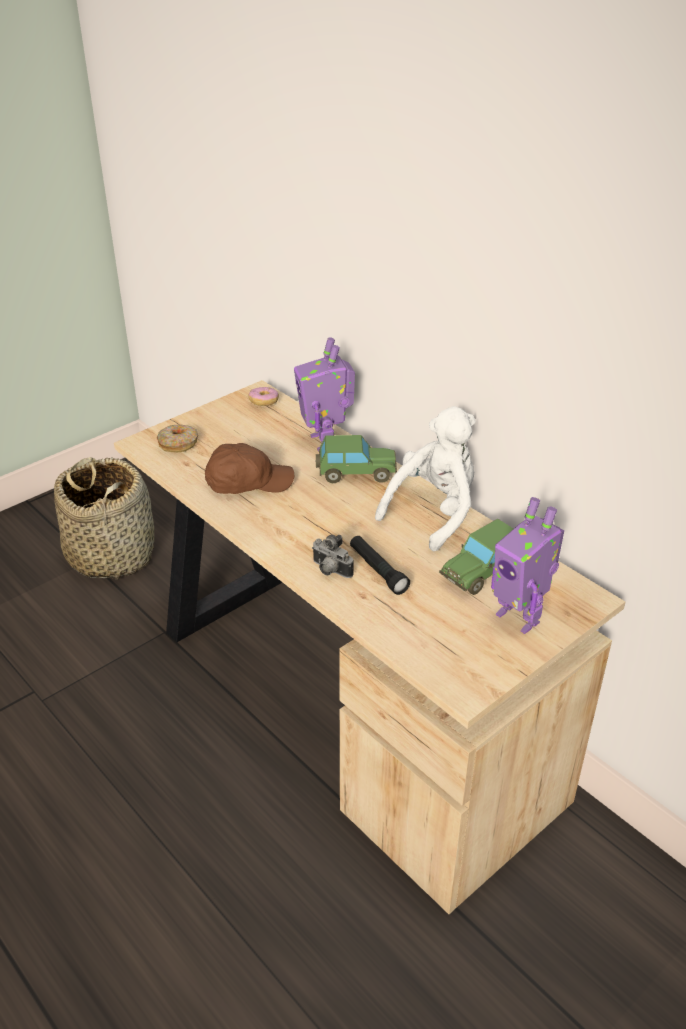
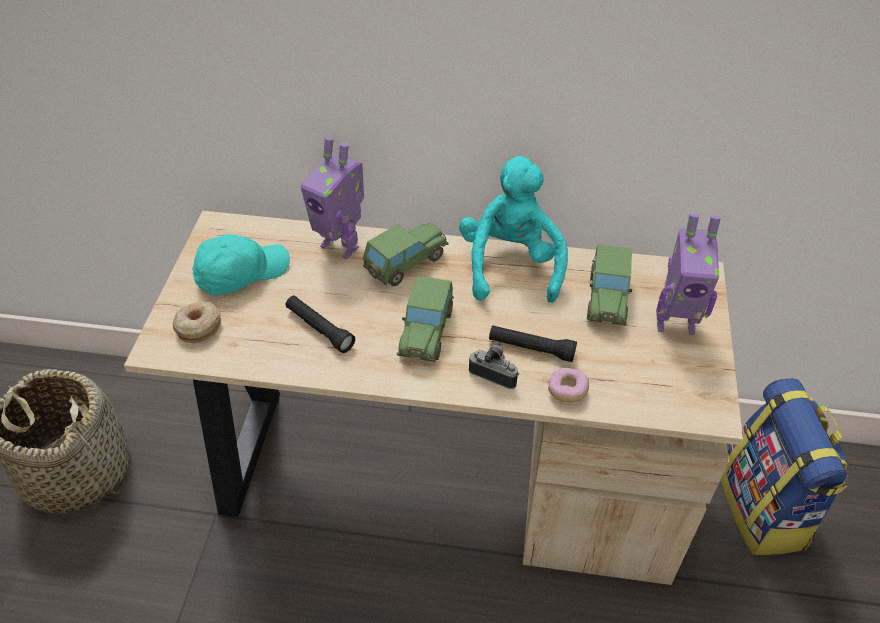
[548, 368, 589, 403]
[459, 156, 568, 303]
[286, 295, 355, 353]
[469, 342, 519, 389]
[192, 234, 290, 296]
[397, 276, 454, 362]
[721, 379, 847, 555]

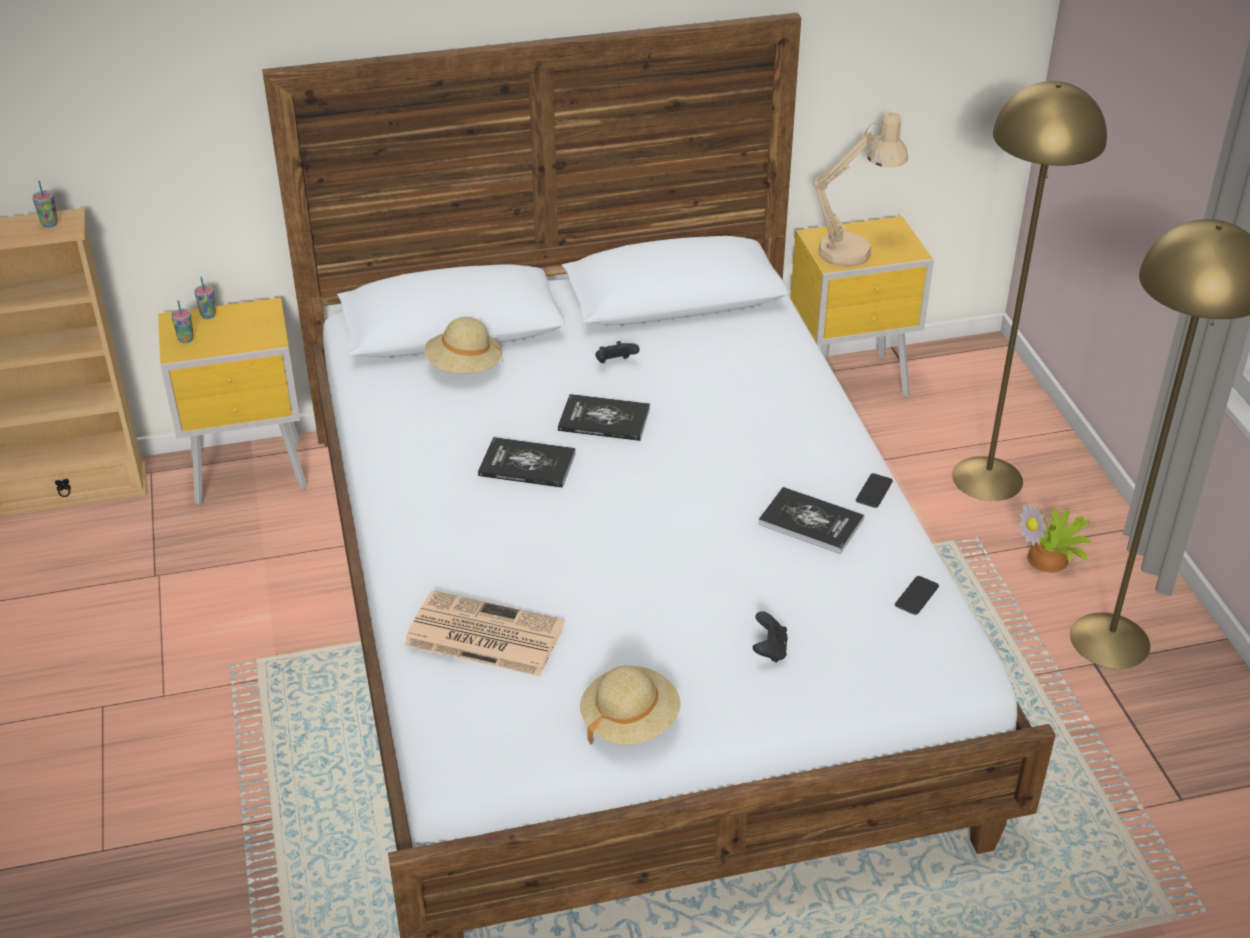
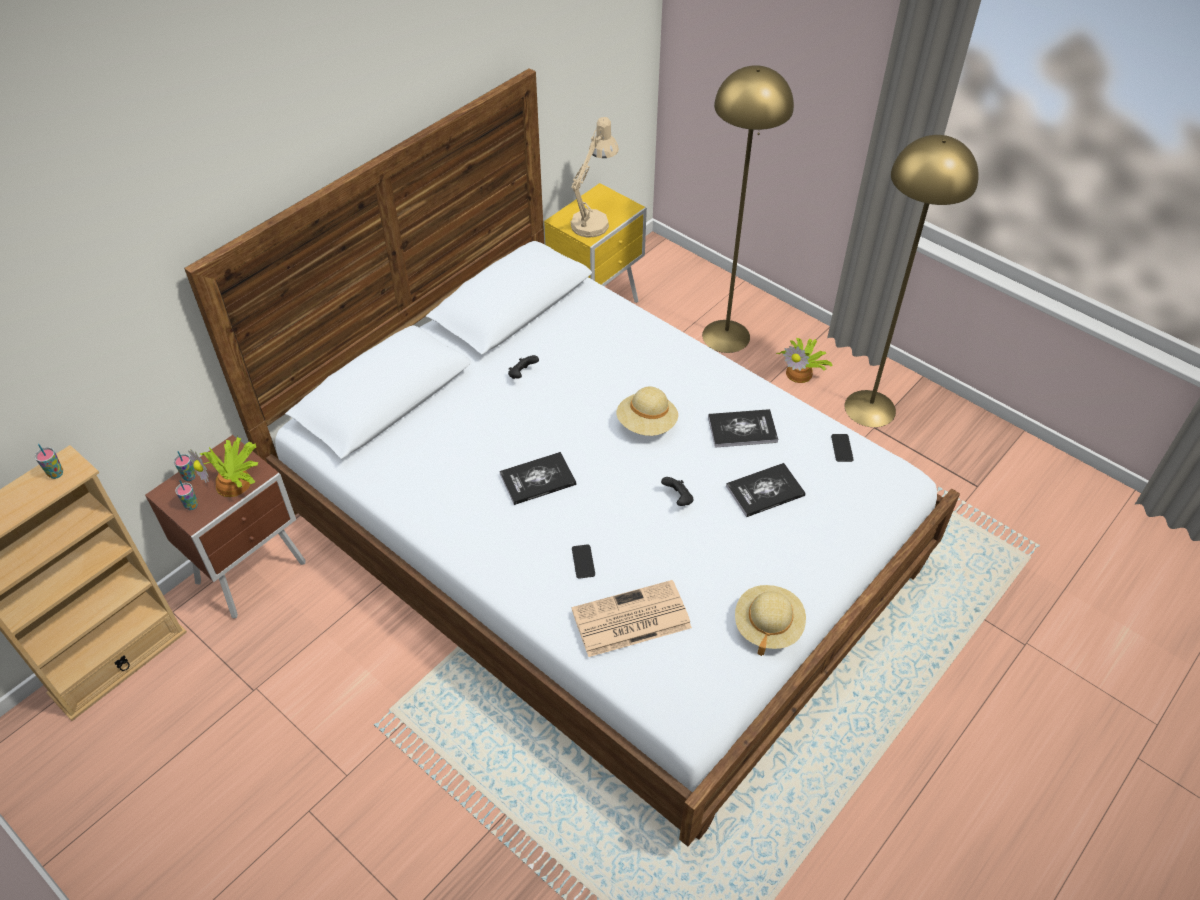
[145, 435, 306, 618]
[617, 386, 678, 436]
[726, 463, 806, 517]
[572, 544, 595, 579]
[661, 477, 693, 506]
[188, 436, 259, 497]

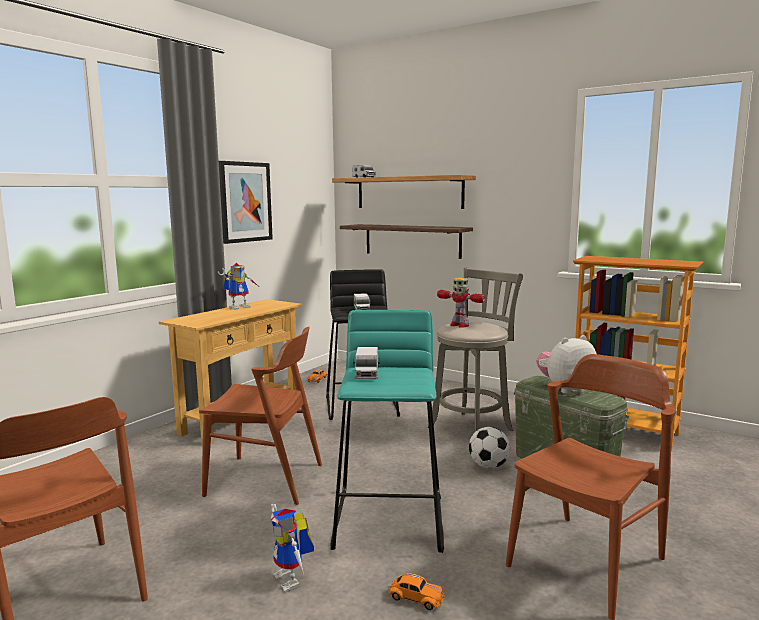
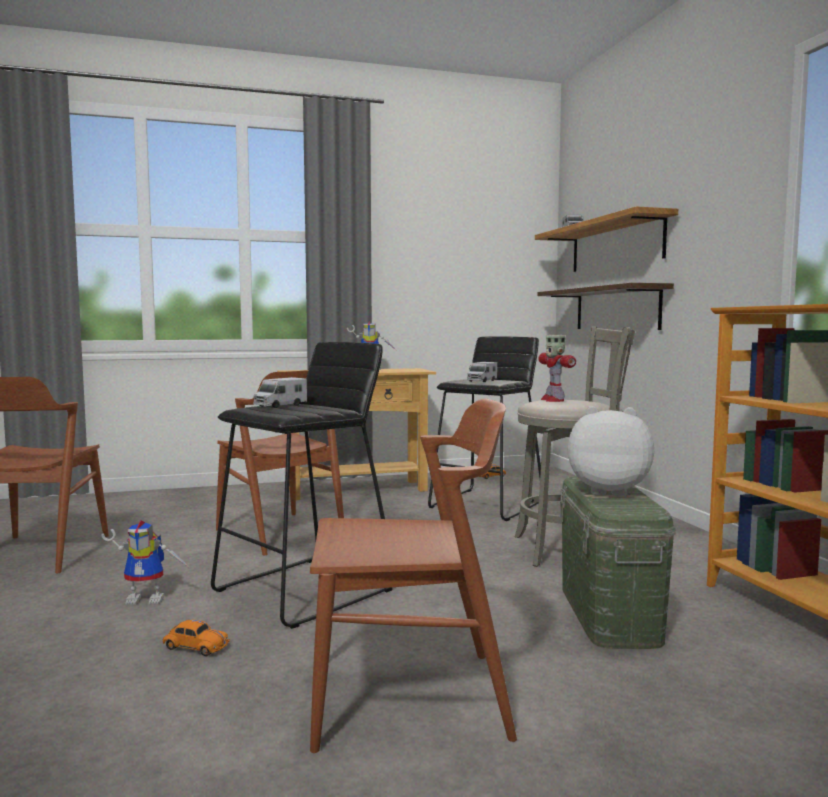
[219, 161, 273, 244] (first image)
[211, 342, 392, 629]
[469, 427, 510, 469] (first image)
[101, 520, 188, 605]
[163, 620, 230, 656]

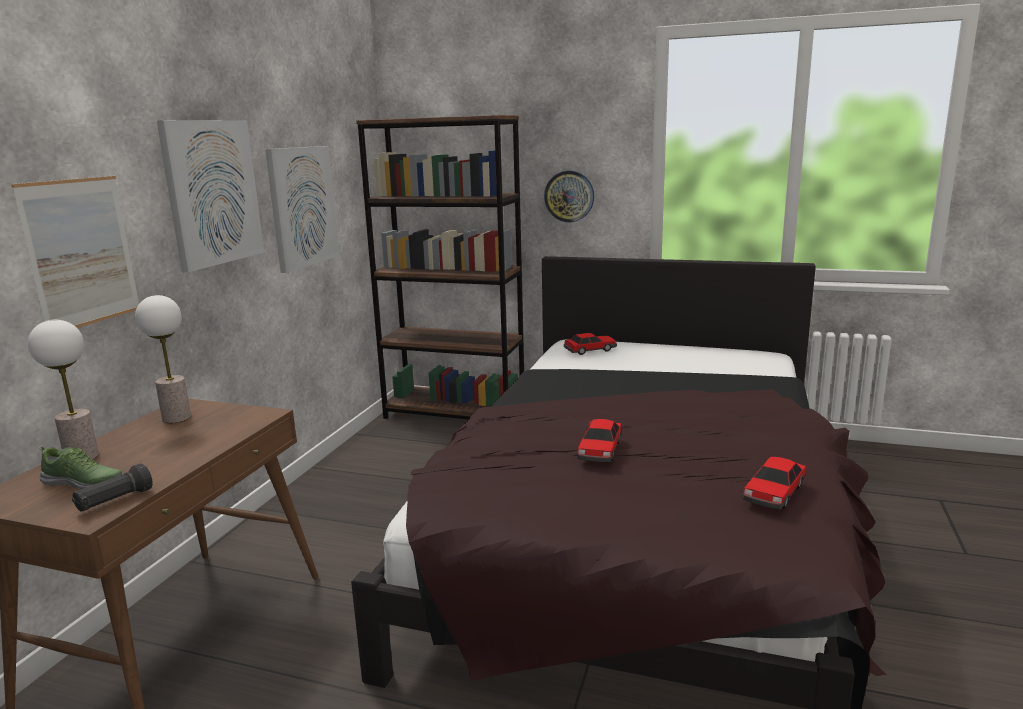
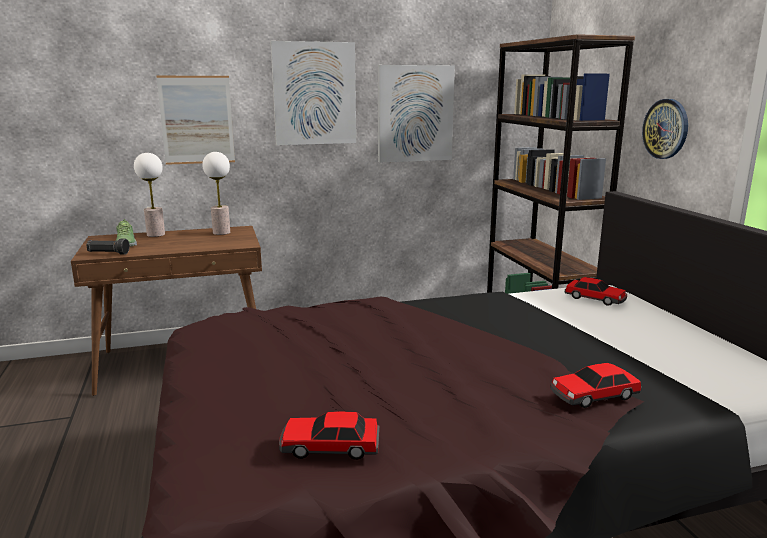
[550, 363, 642, 408]

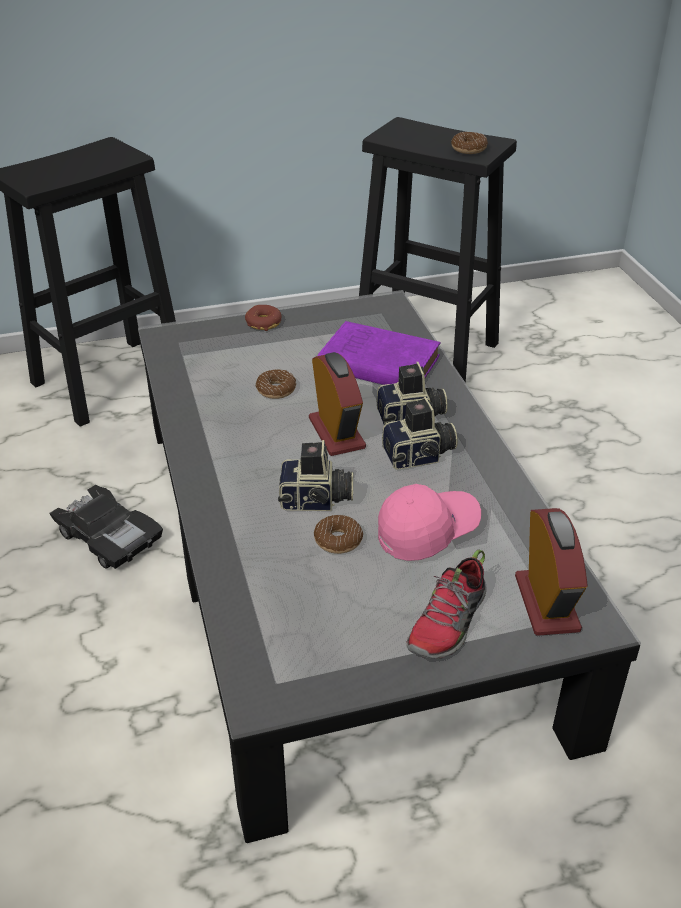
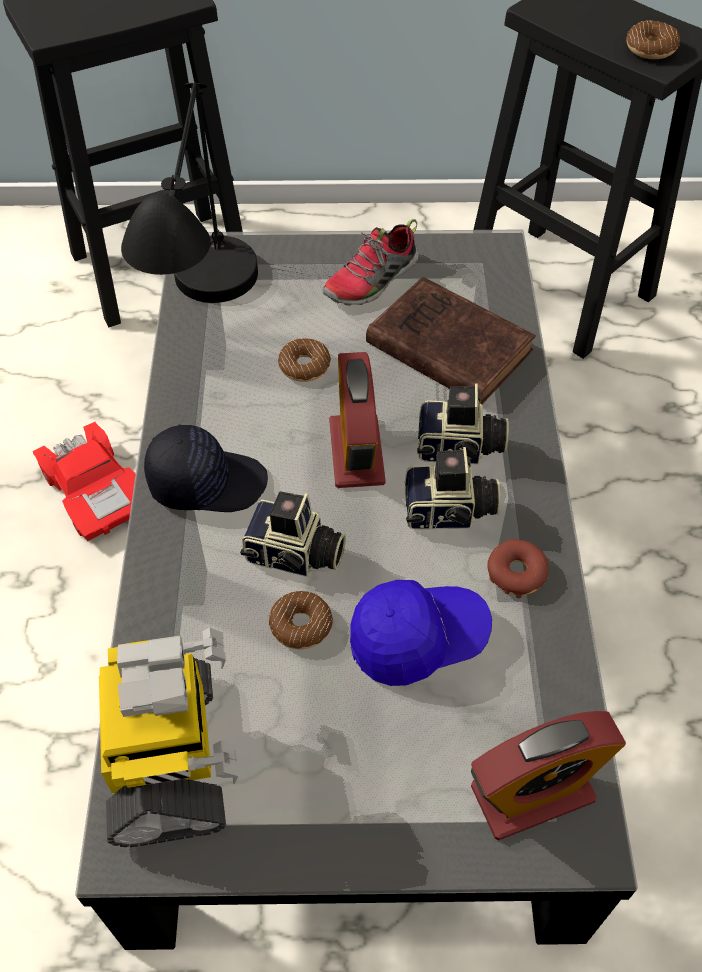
[487, 539, 549, 598]
[366, 277, 536, 404]
[350, 580, 492, 686]
[33, 422, 136, 541]
[471, 711, 626, 840]
[323, 219, 419, 306]
[121, 83, 258, 303]
[144, 425, 268, 512]
[99, 627, 238, 847]

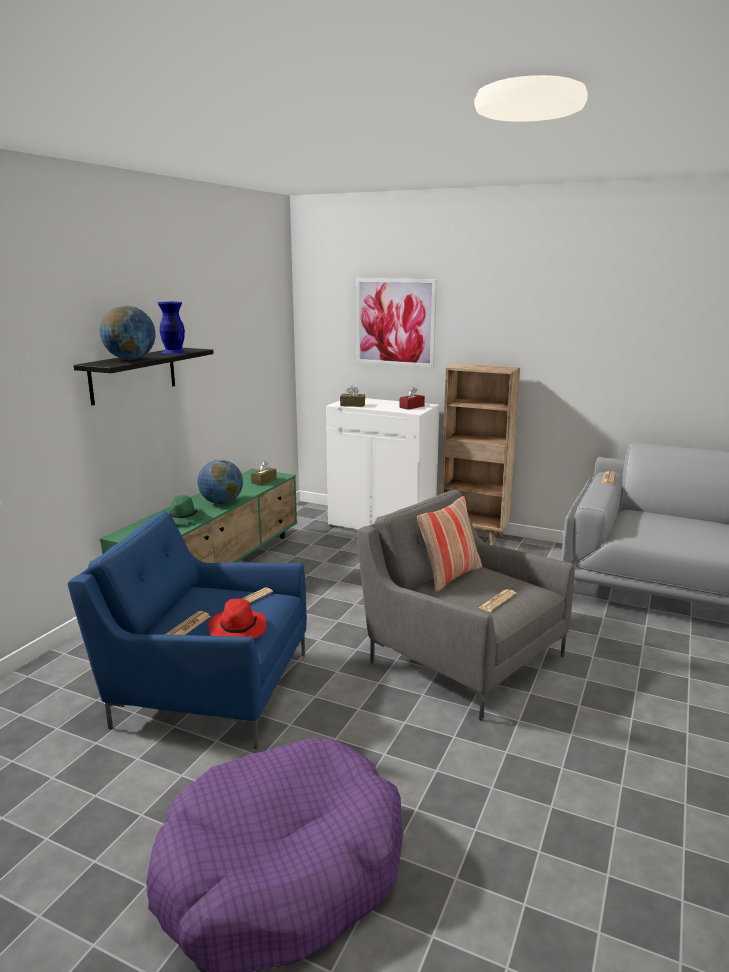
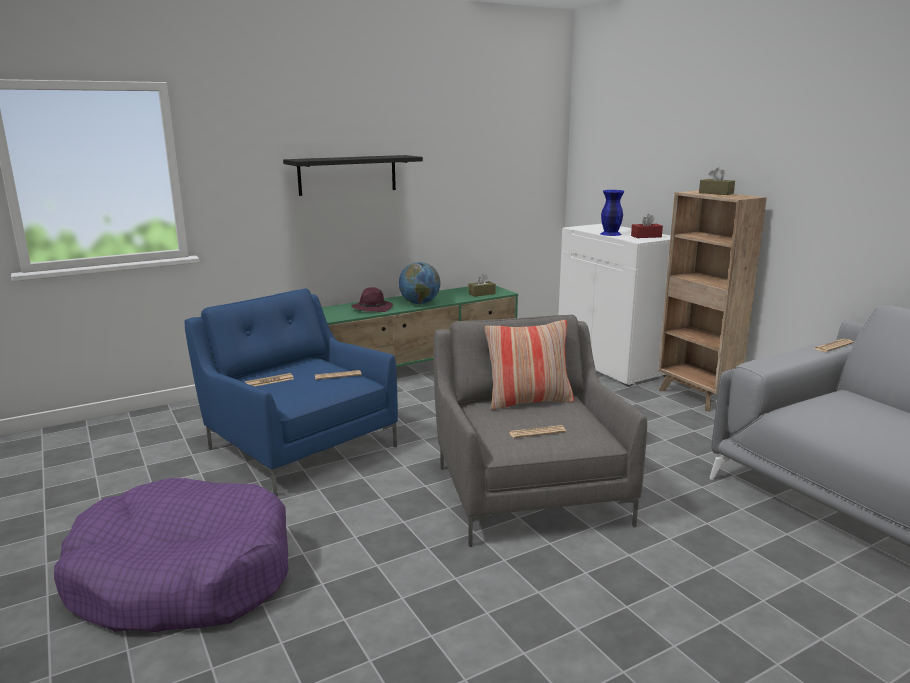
[356, 278, 437, 368] (first image)
[600, 190, 624, 236]
[100, 306, 156, 360] (first image)
[699, 167, 735, 195]
[351, 287, 393, 312]
[209, 599, 266, 639] (first image)

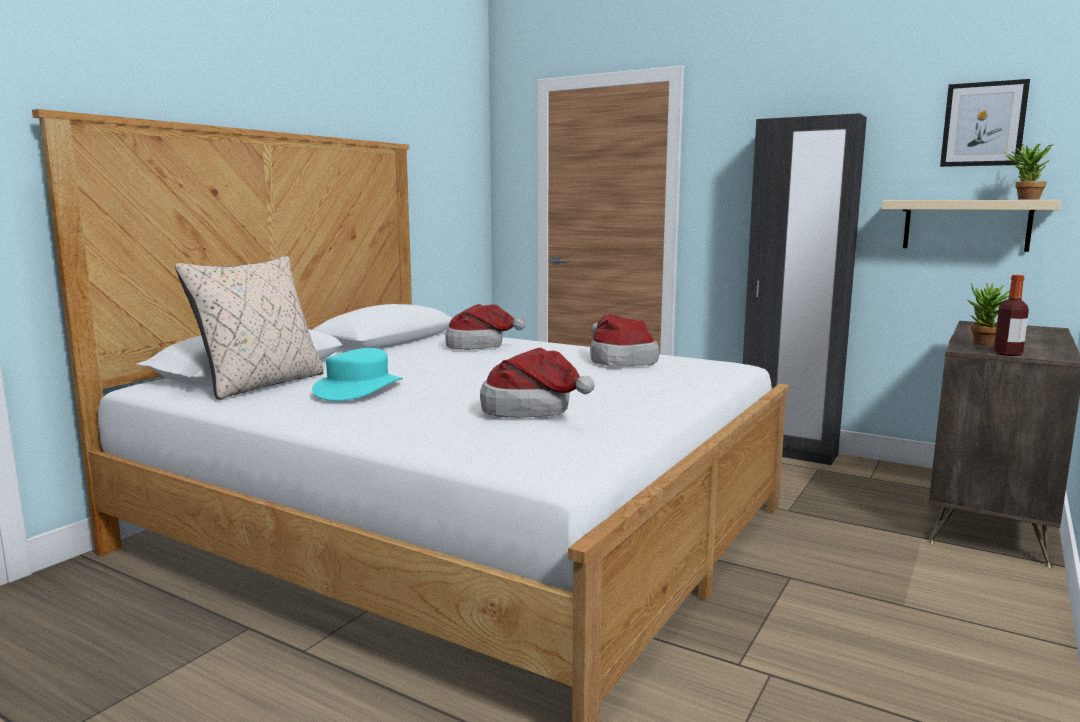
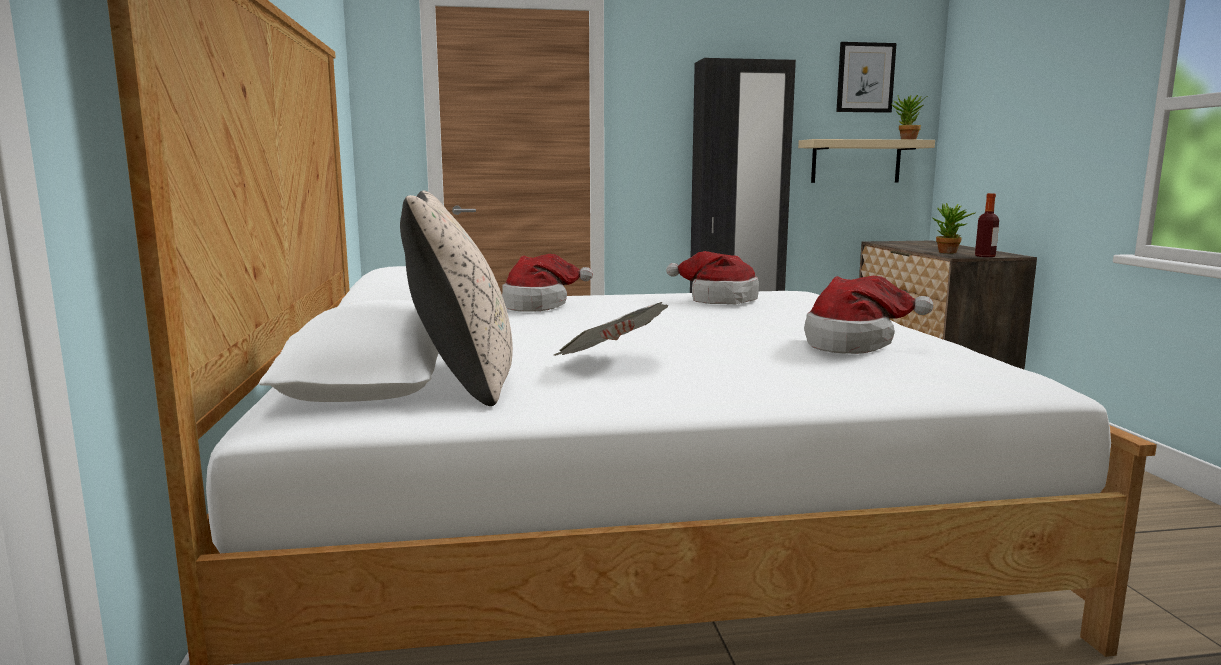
[554, 302, 668, 356]

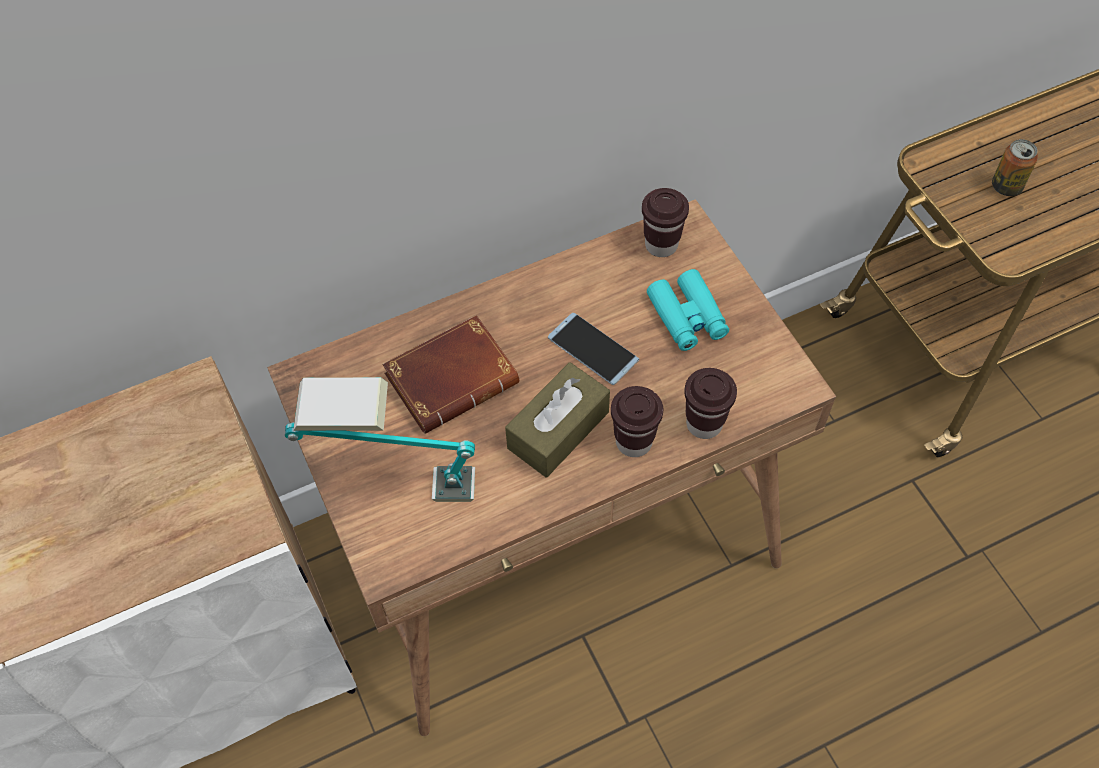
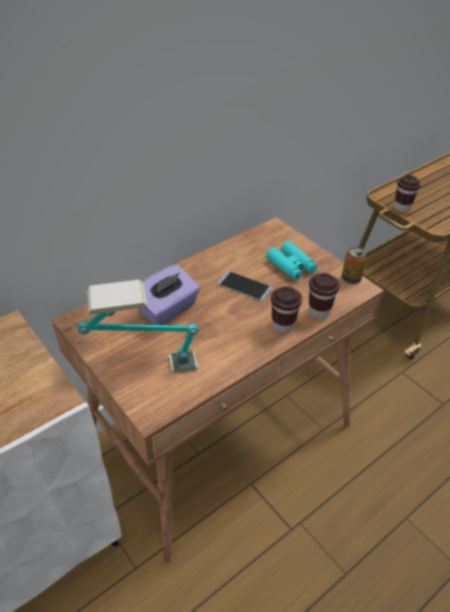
[342, 247, 367, 284]
[394, 175, 421, 212]
[138, 265, 200, 325]
[505, 362, 610, 477] (first image)

